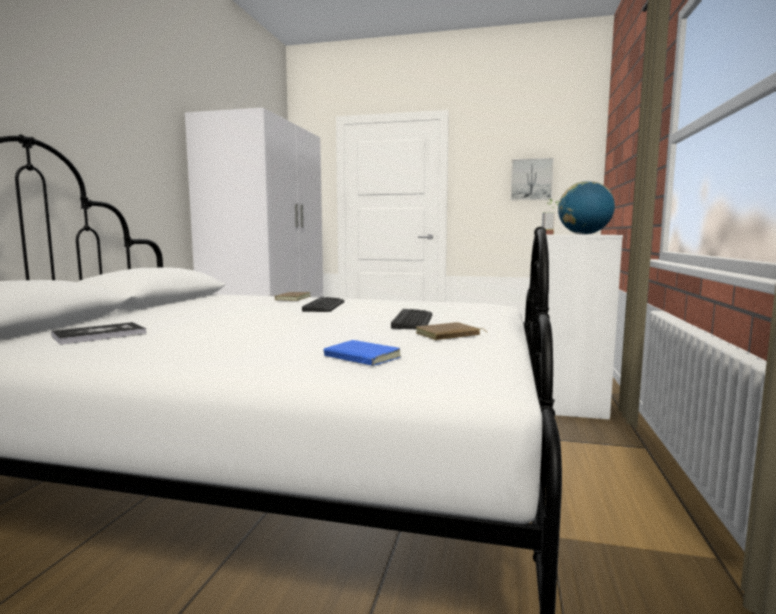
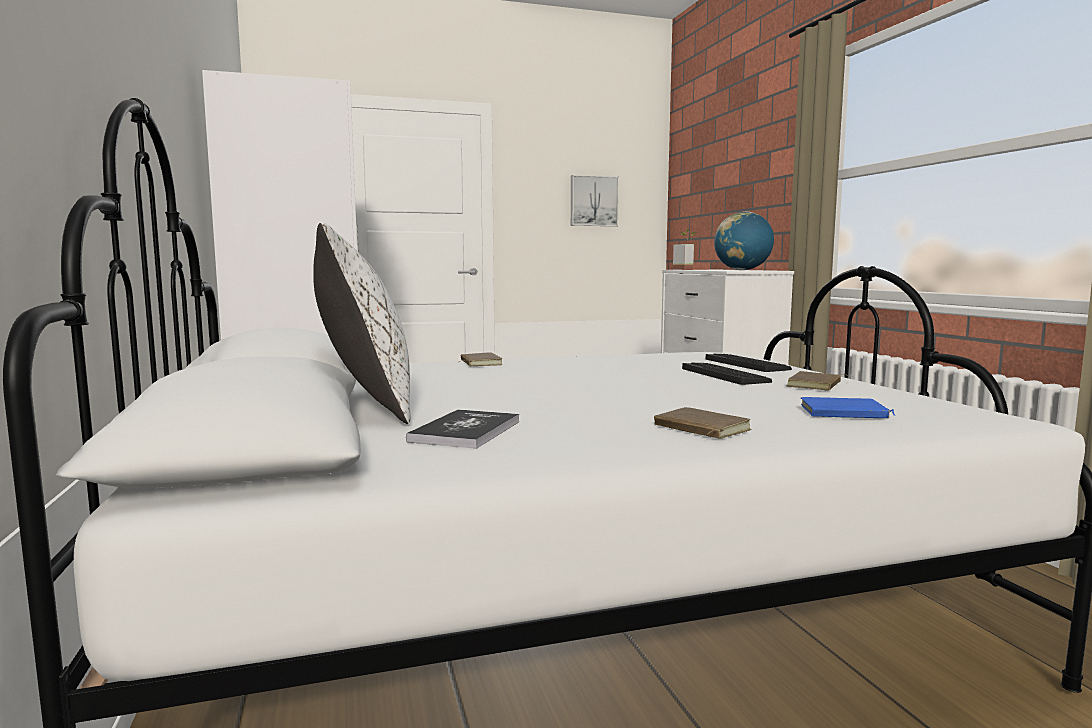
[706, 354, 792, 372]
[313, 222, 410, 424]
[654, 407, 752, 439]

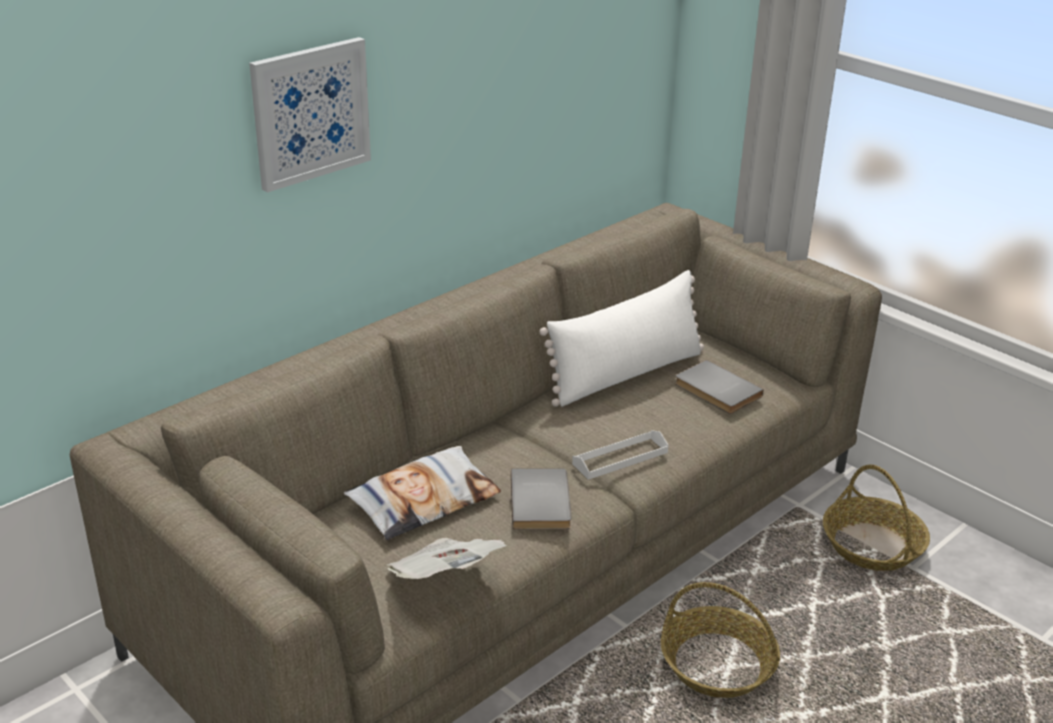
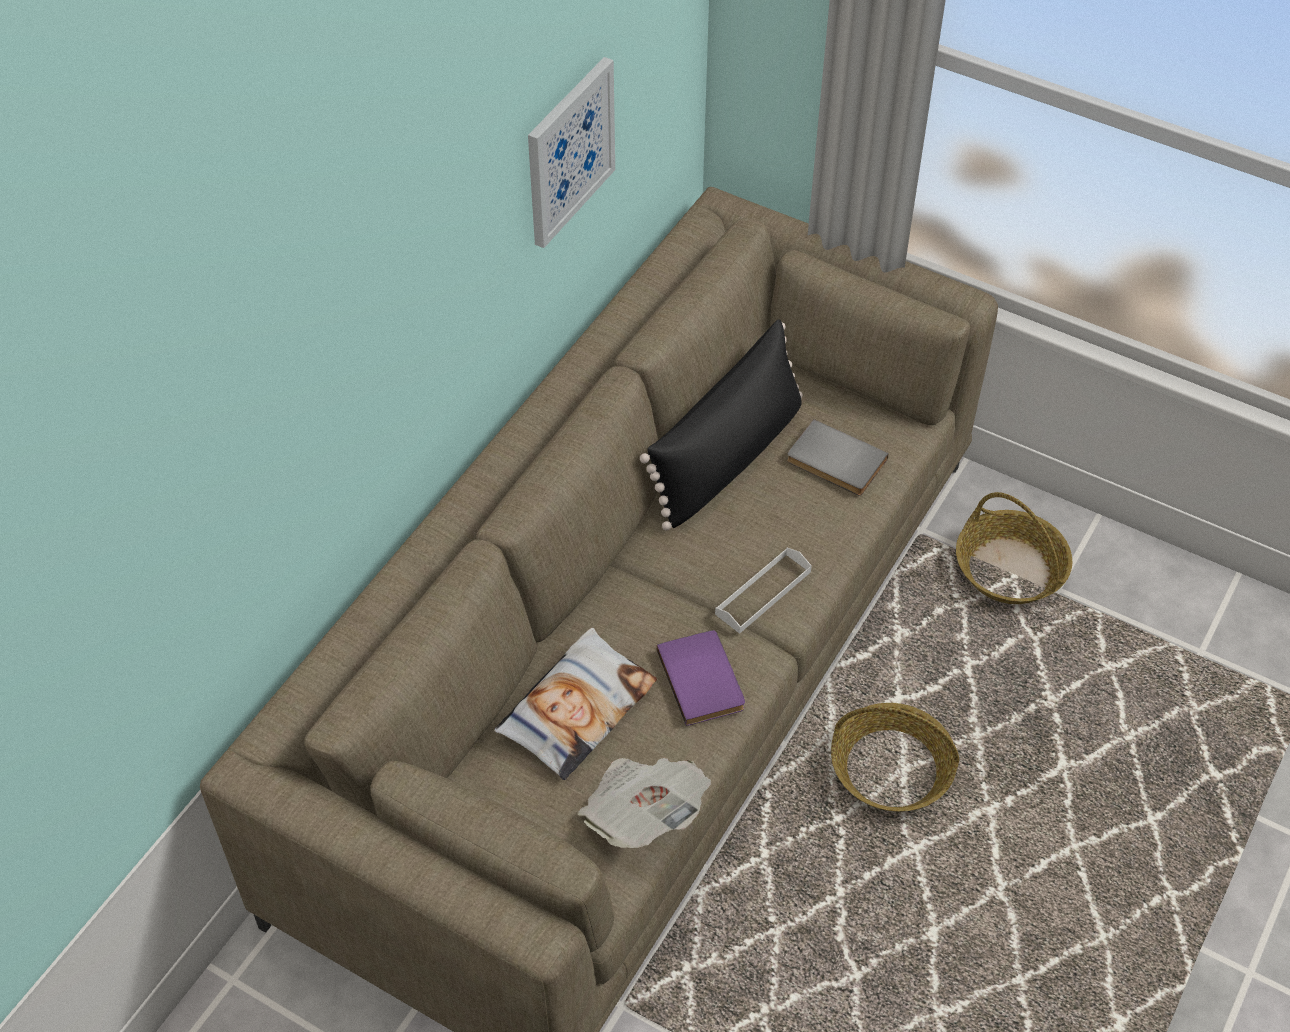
[528, 57, 615, 248]
[640, 319, 803, 531]
[656, 630, 745, 726]

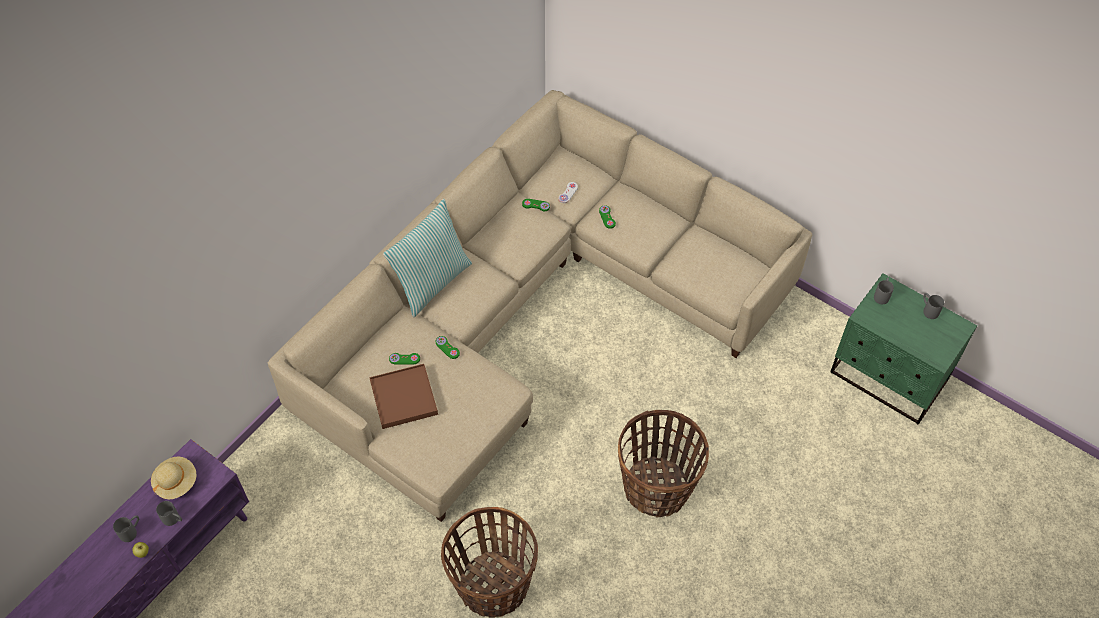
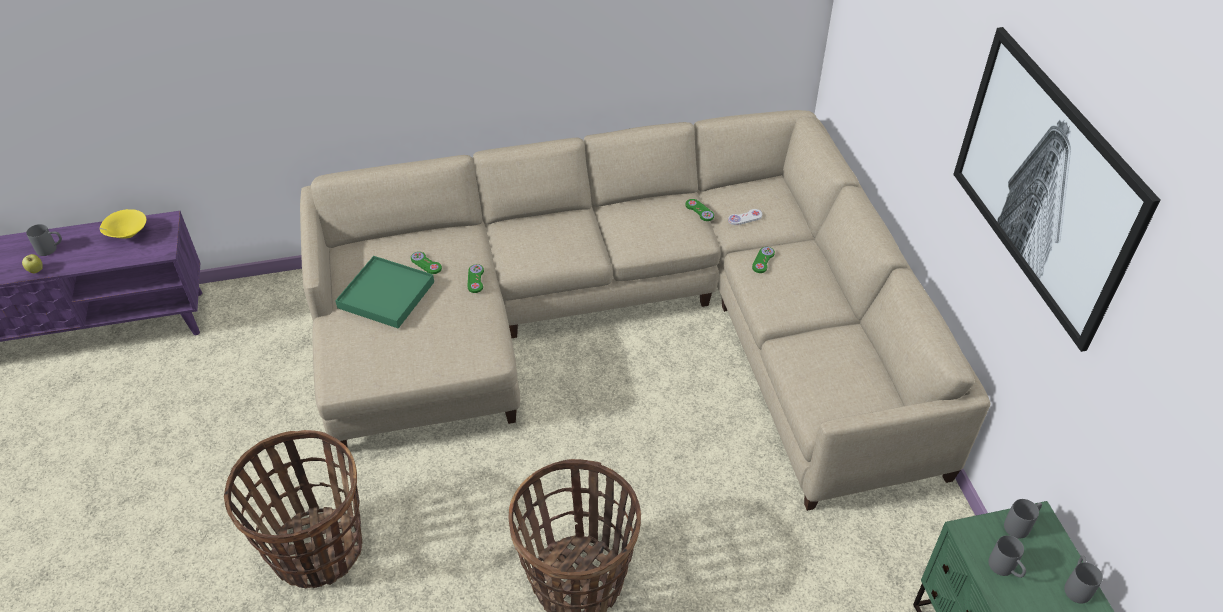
[383, 199, 472, 317] (first image)
[335, 256, 434, 328]
[100, 209, 146, 238]
[988, 535, 1026, 578]
[953, 27, 1161, 352]

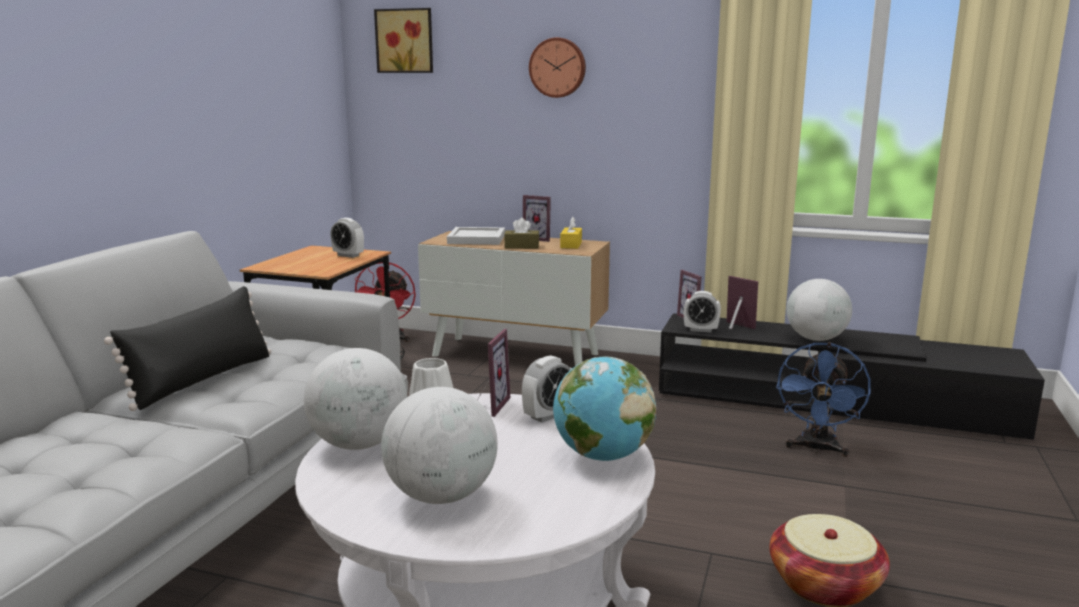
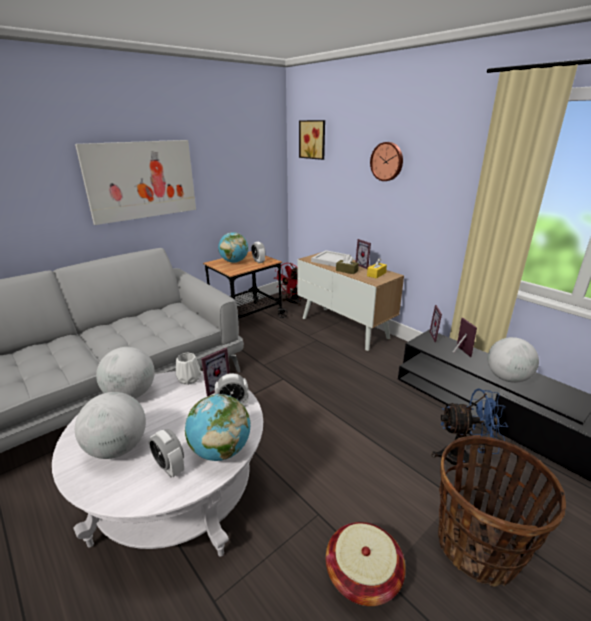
[104, 286, 271, 411] (first image)
[149, 429, 184, 477]
[431, 388, 508, 470]
[75, 140, 196, 225]
[218, 232, 248, 263]
[438, 435, 566, 587]

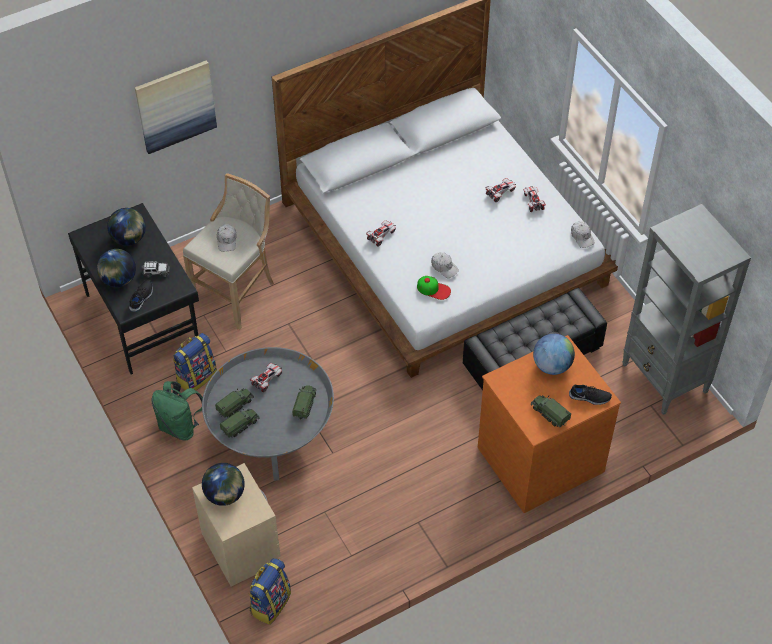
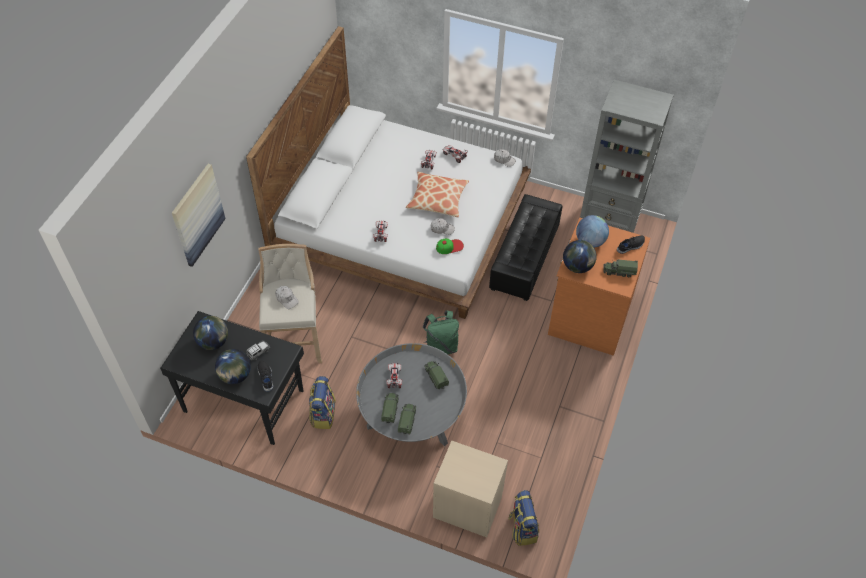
[422, 310, 459, 354]
[563, 240, 597, 273]
[406, 172, 469, 217]

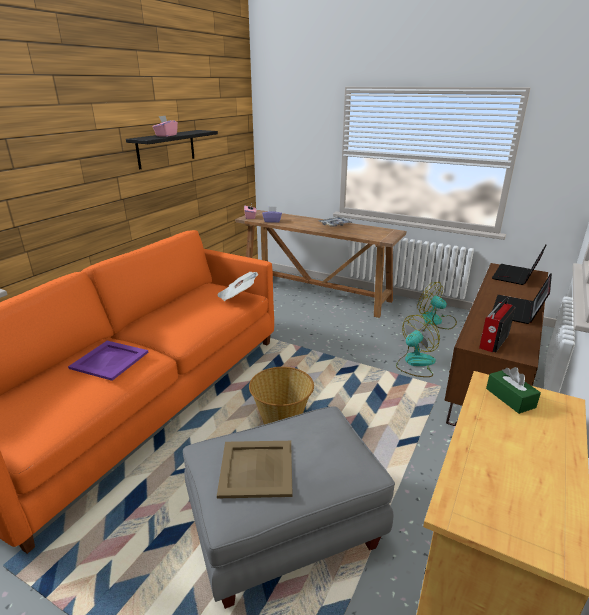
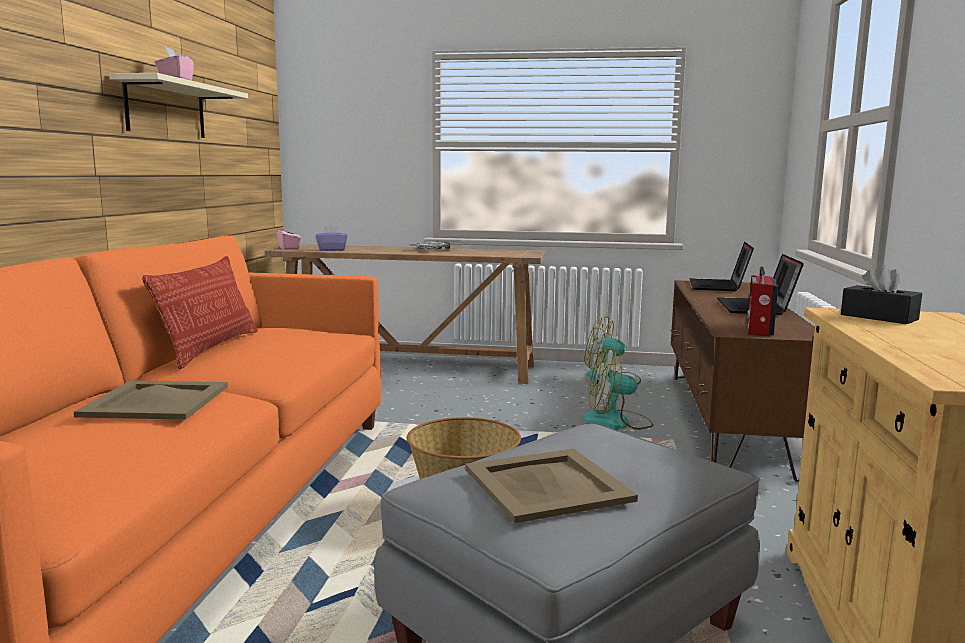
[109, 73, 248, 138]
[217, 272, 258, 301] (first image)
[583, 347, 653, 430]
[74, 380, 228, 420]
[841, 264, 922, 324]
[142, 256, 258, 369]

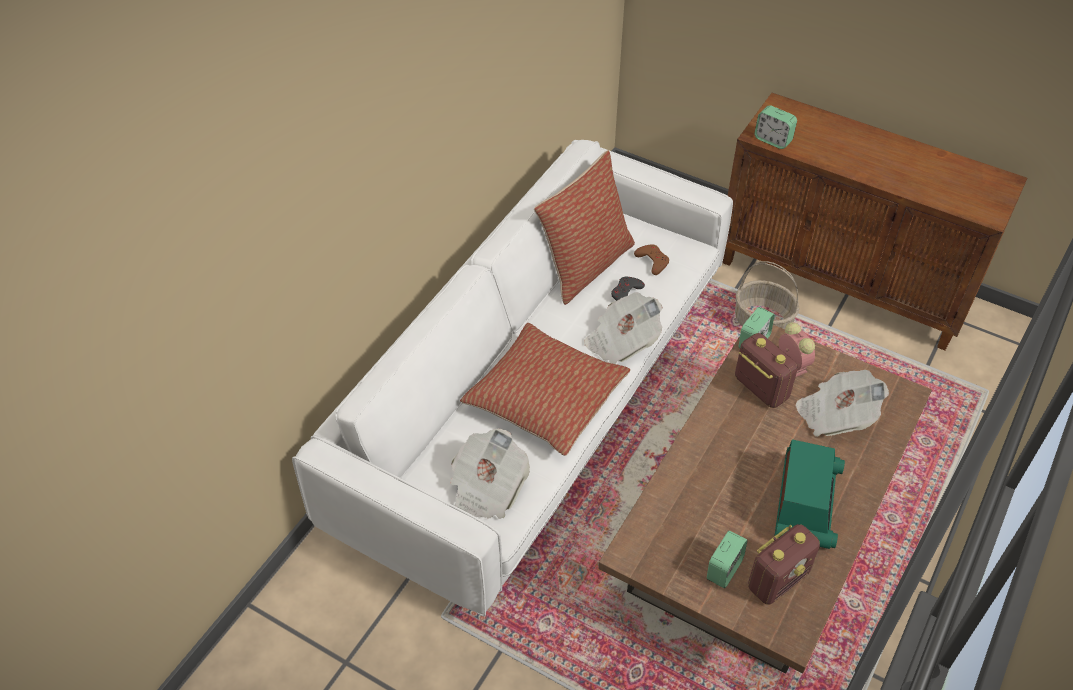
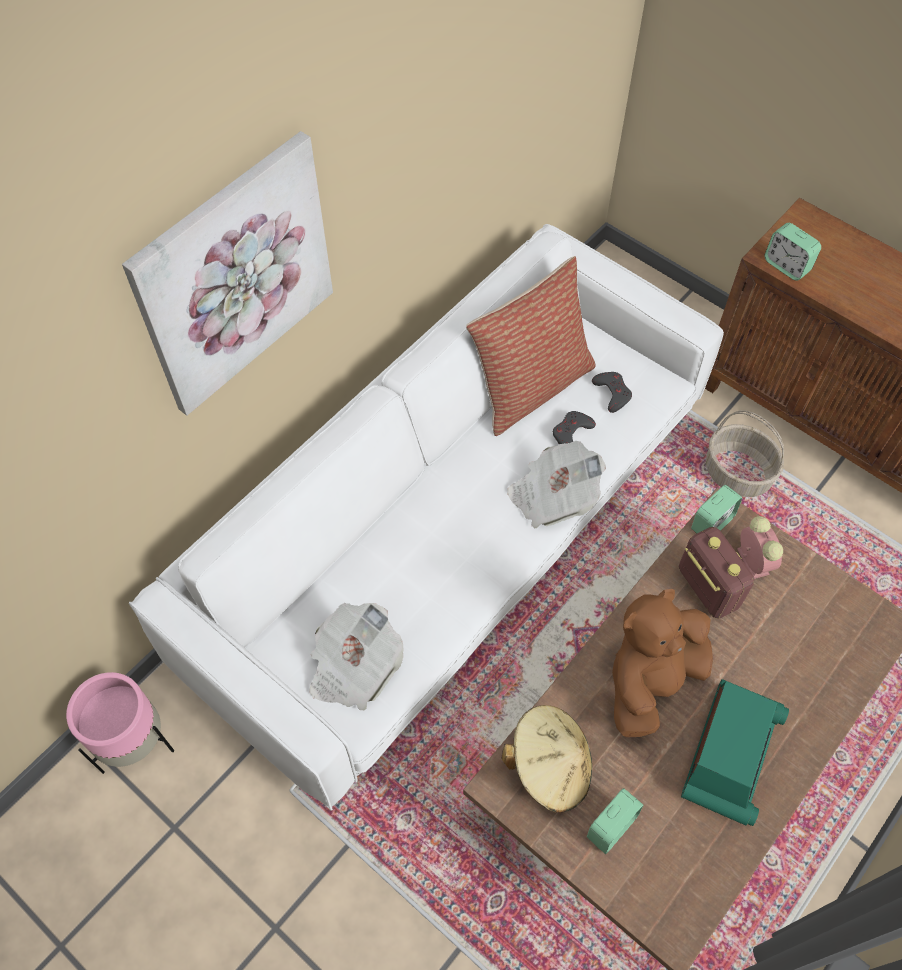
[592, 372, 632, 413]
[460, 323, 630, 456] (first image)
[795, 370, 889, 437] (first image)
[748, 524, 820, 605] (first image)
[122, 131, 333, 416]
[612, 589, 713, 738]
[66, 672, 174, 774]
[501, 705, 592, 813]

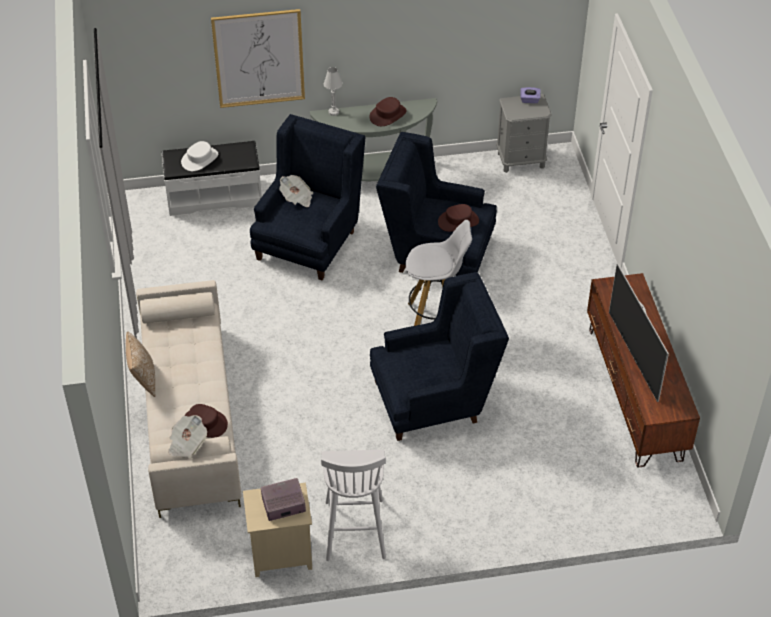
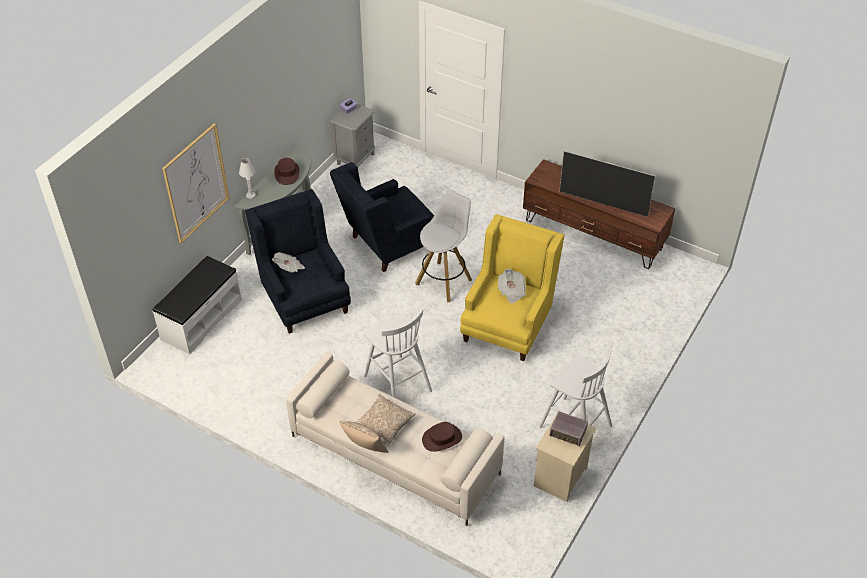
[181, 141, 218, 171] (first image)
[438, 204, 479, 232] (first image)
[460, 214, 564, 361]
[498, 269, 526, 303]
[549, 411, 588, 446]
[364, 309, 432, 398]
[355, 394, 416, 443]

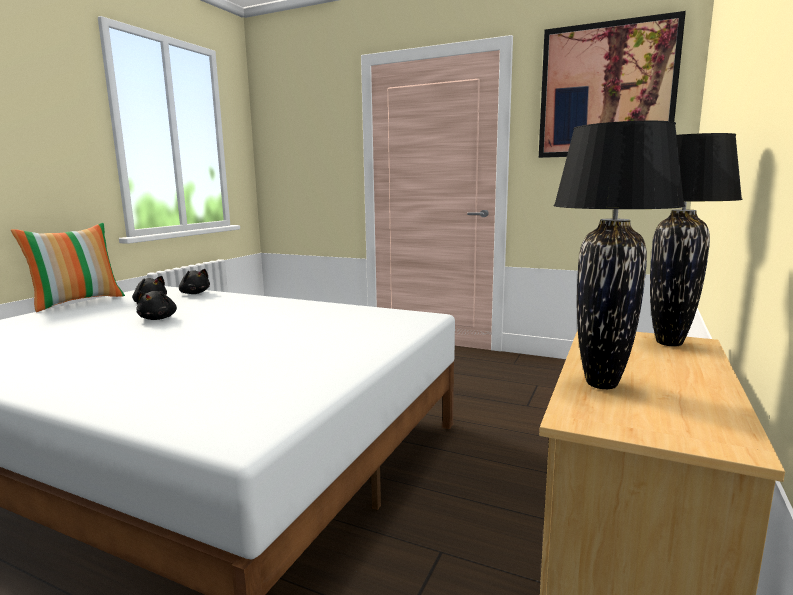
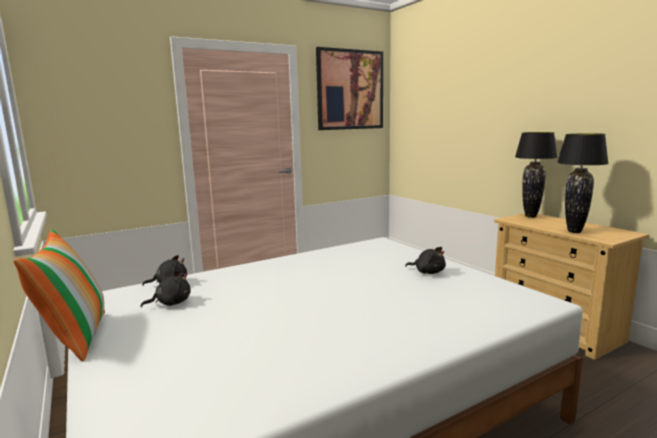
[405, 247, 446, 274]

